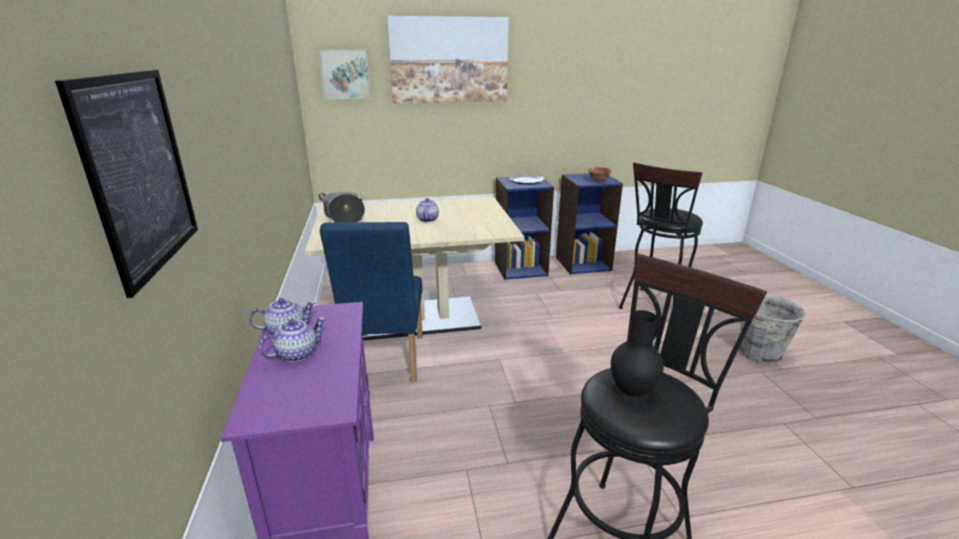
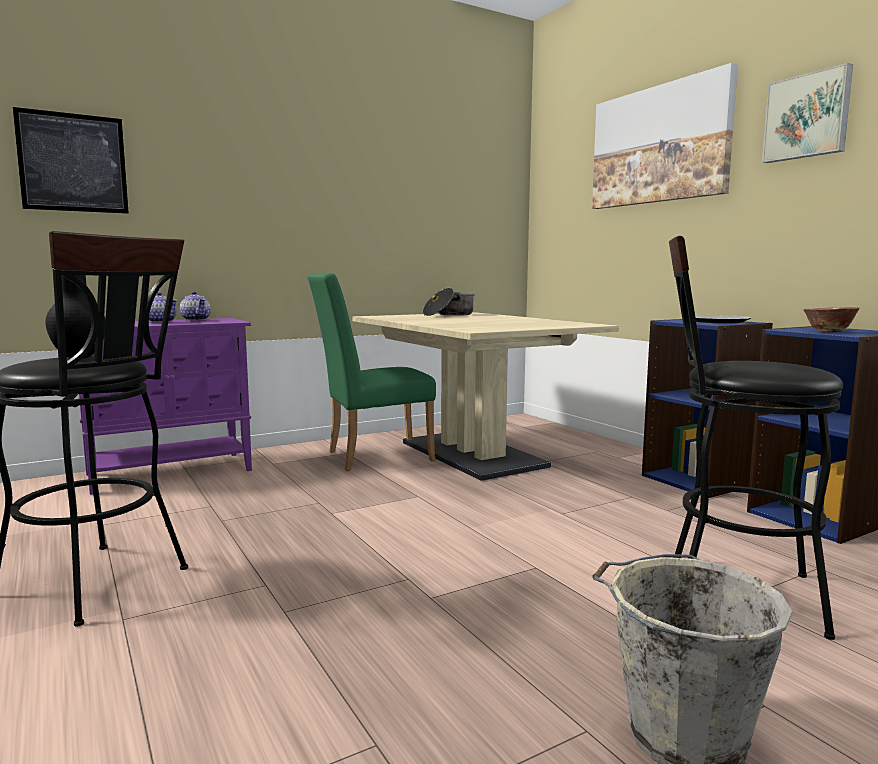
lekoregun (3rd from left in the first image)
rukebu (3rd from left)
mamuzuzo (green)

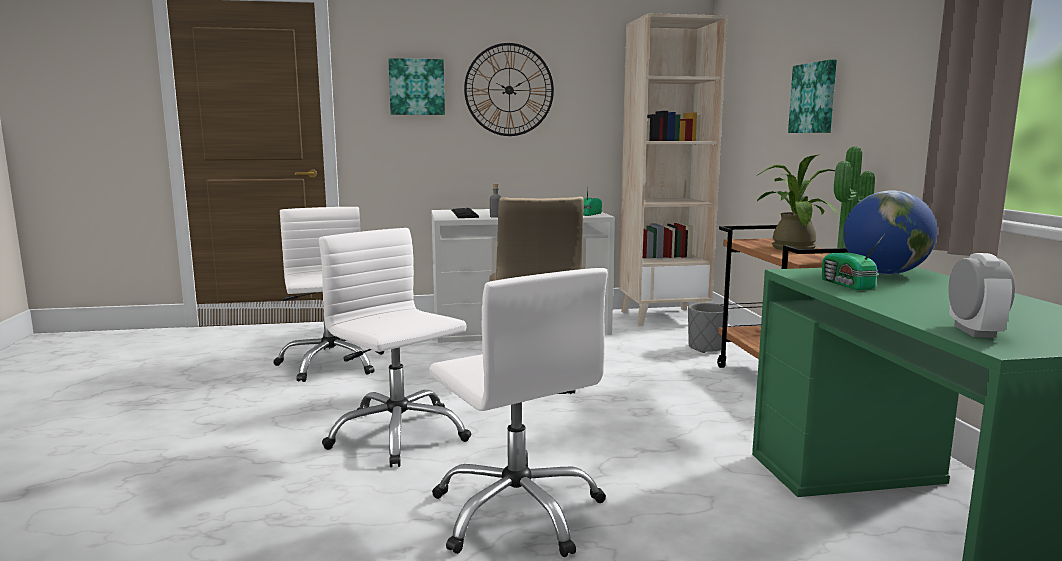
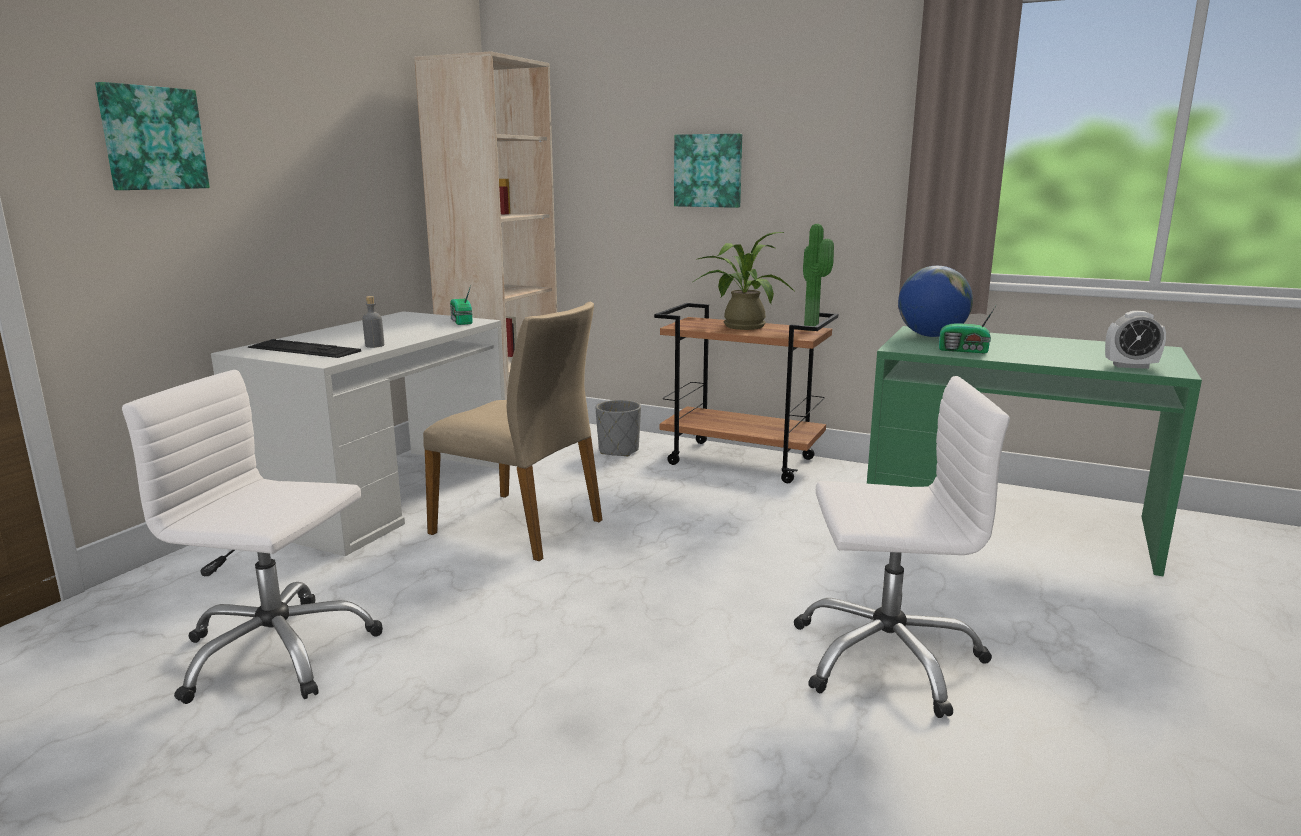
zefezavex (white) (2nd from left in the first image)
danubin
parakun

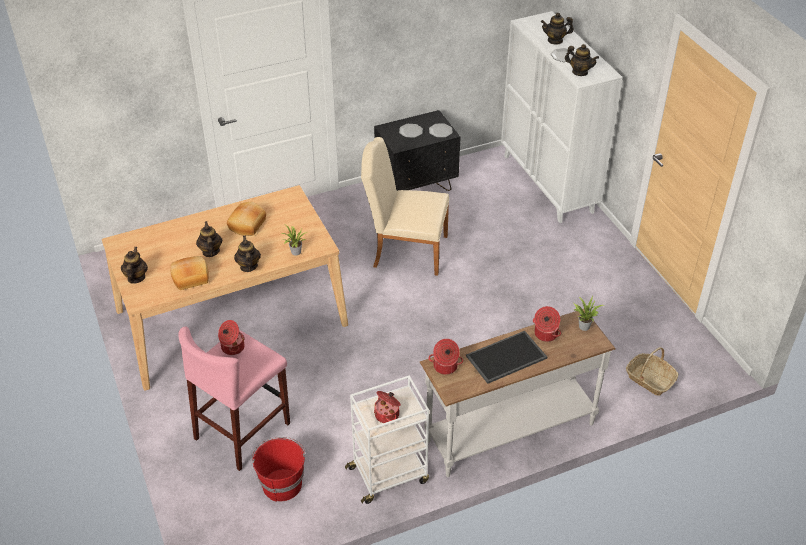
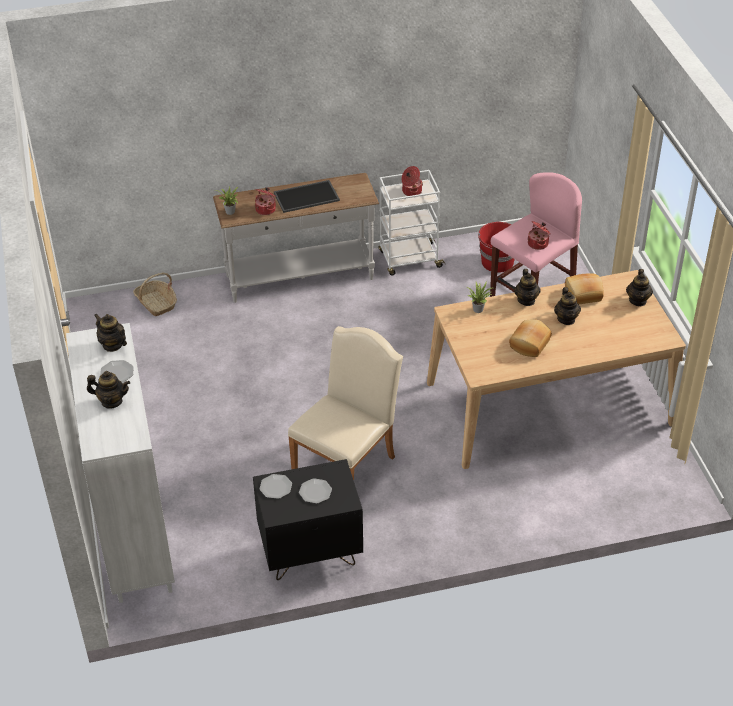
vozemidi (3rd from left in the first image)
mamuzuzo (beige)

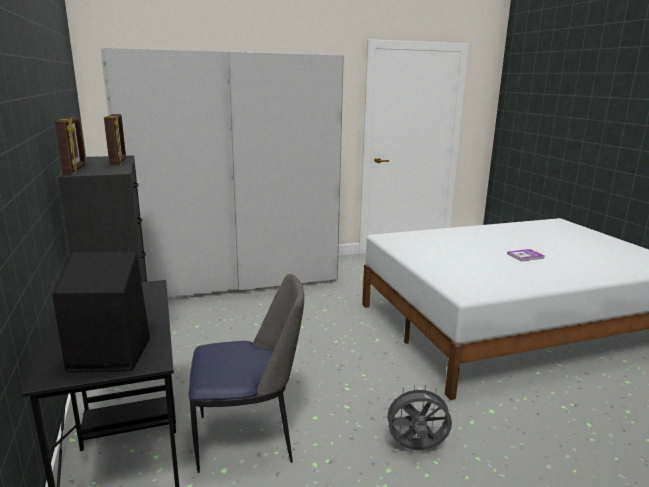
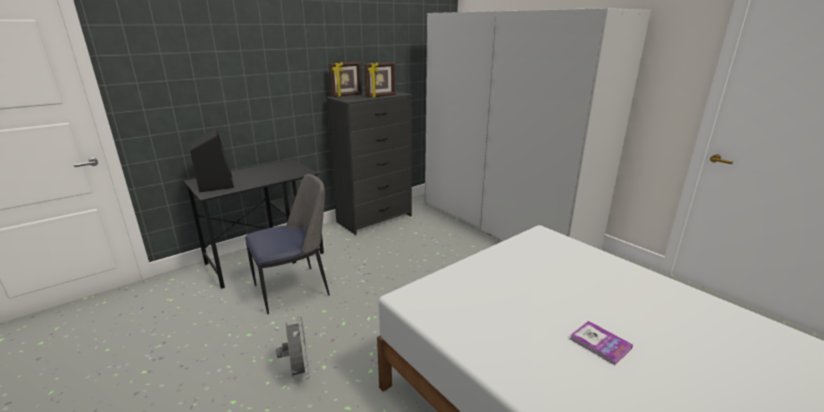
mamuzuzo

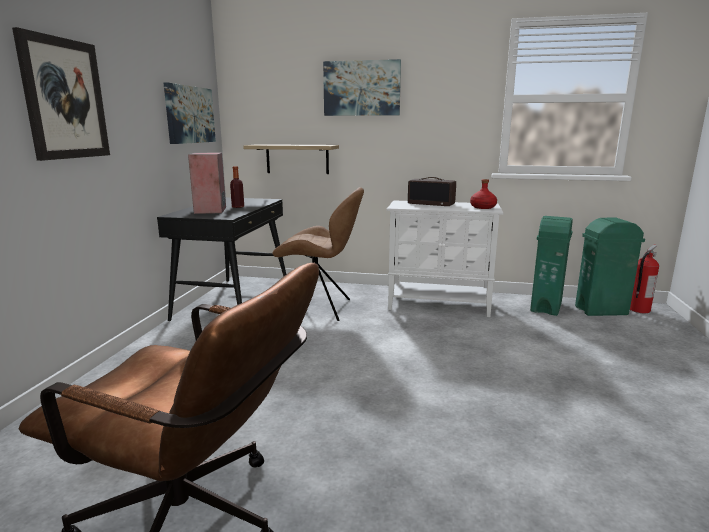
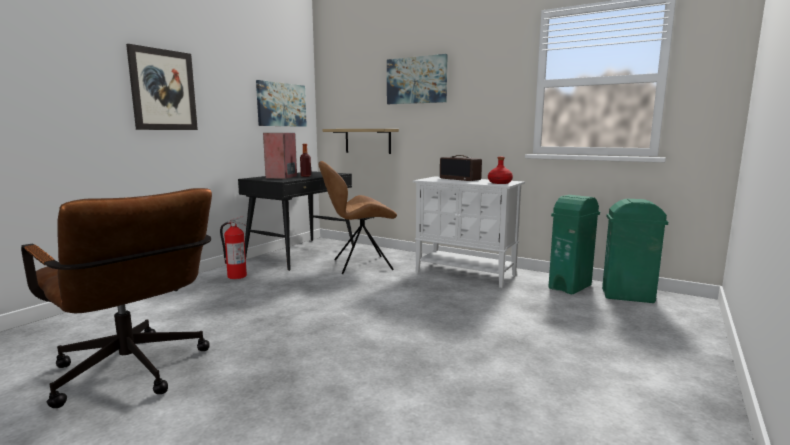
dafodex
mamuzuzo (brown)

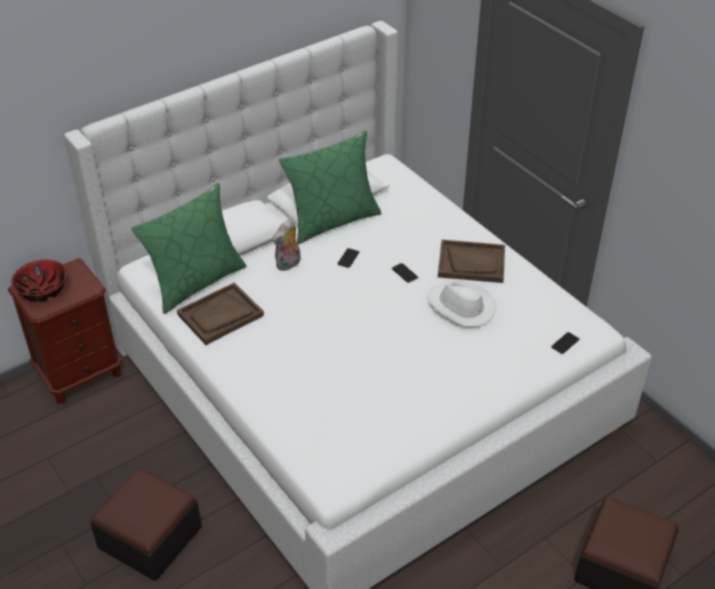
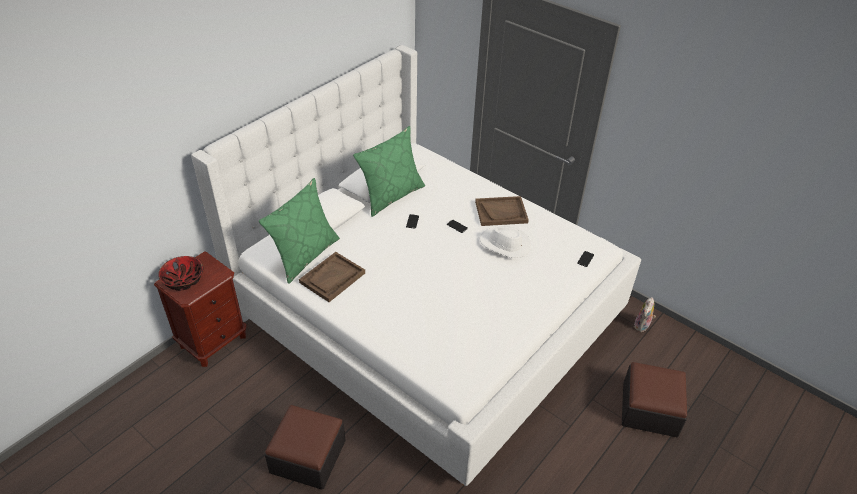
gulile

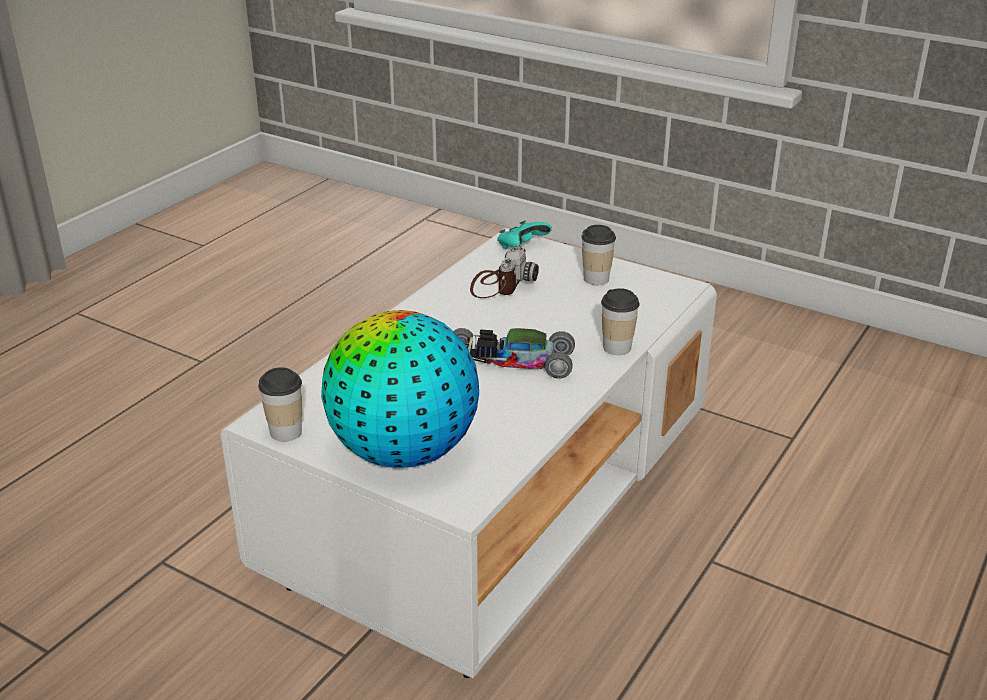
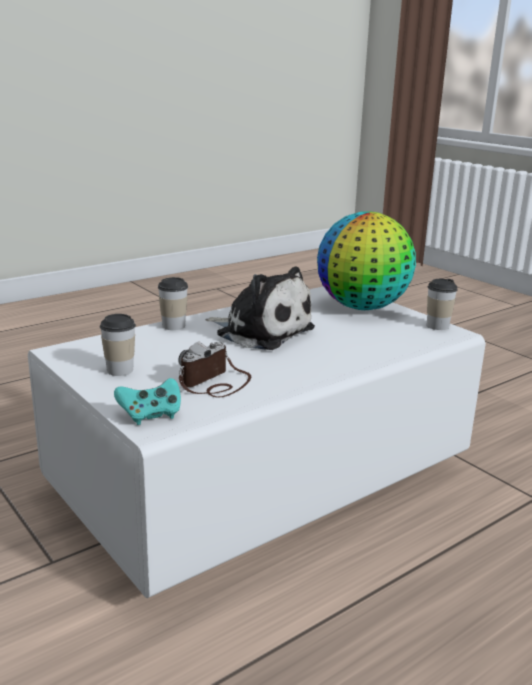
gulile

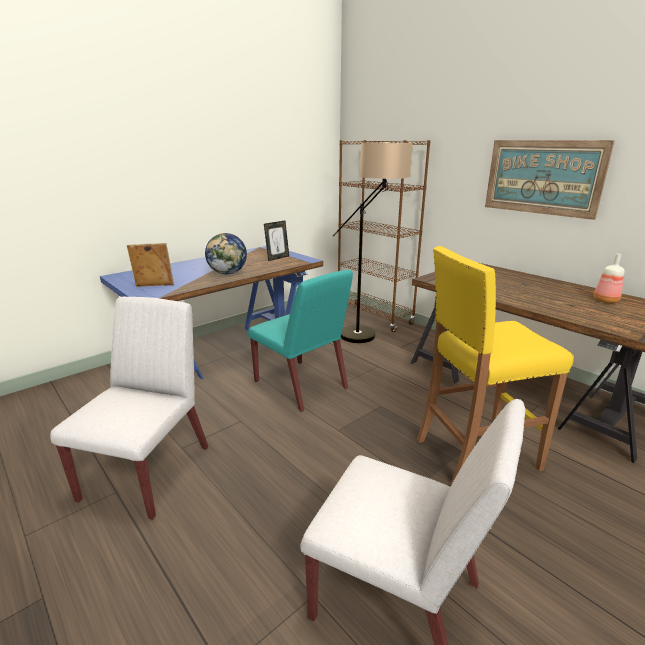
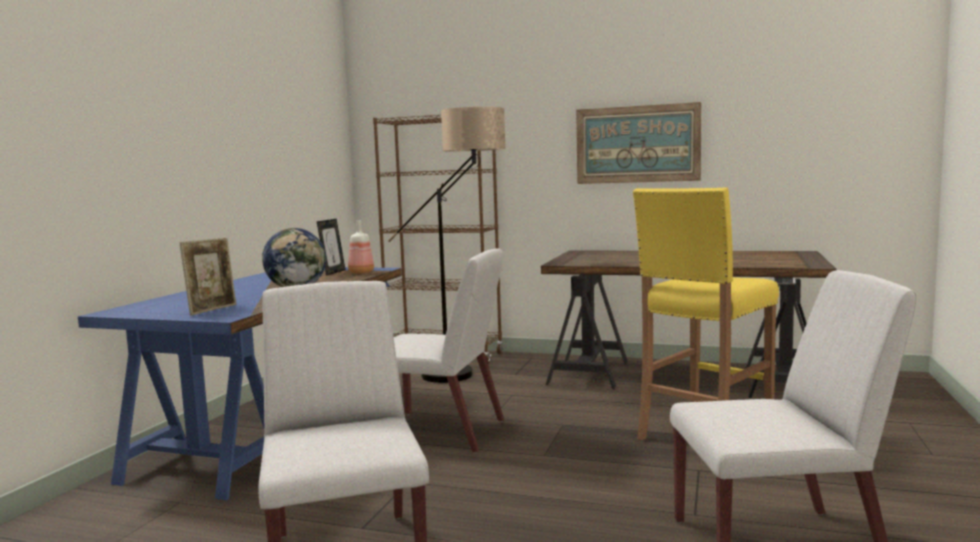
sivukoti
mamuzuzo (white) (2nd from left)
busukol (1st from left)

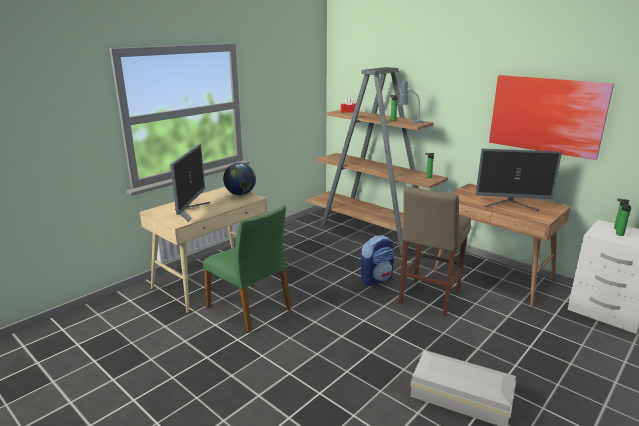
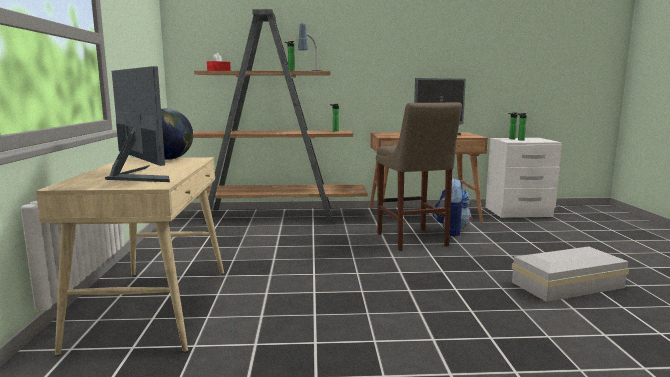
mamuzuzo (green)
rukebu
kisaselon

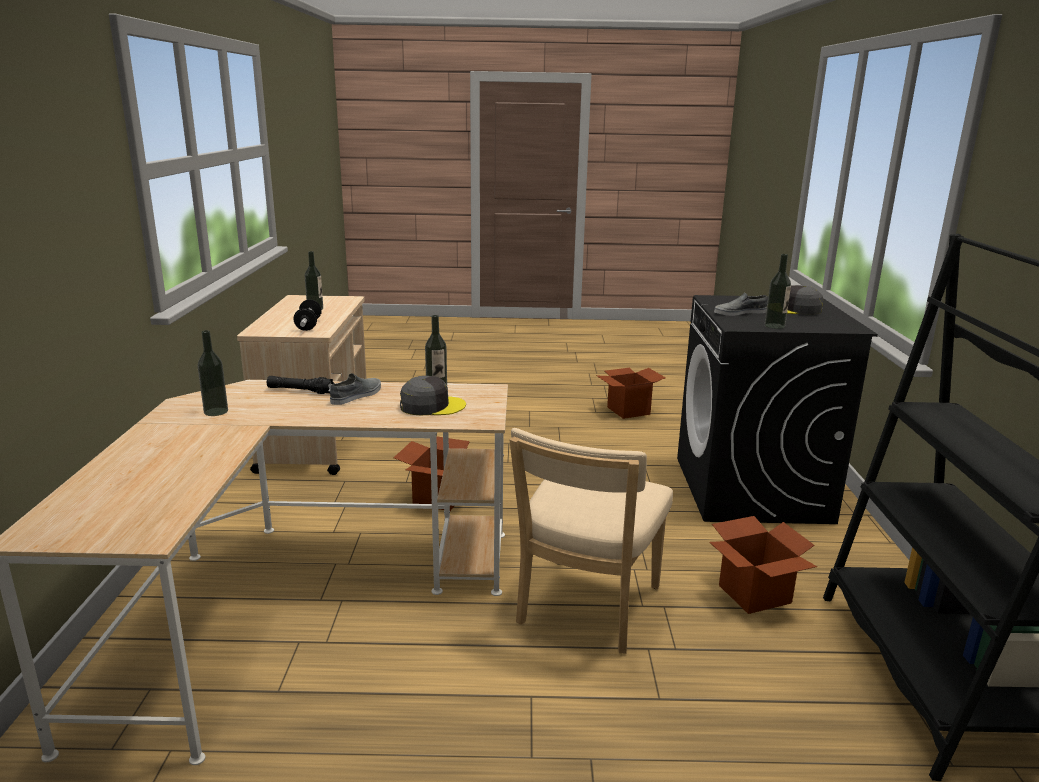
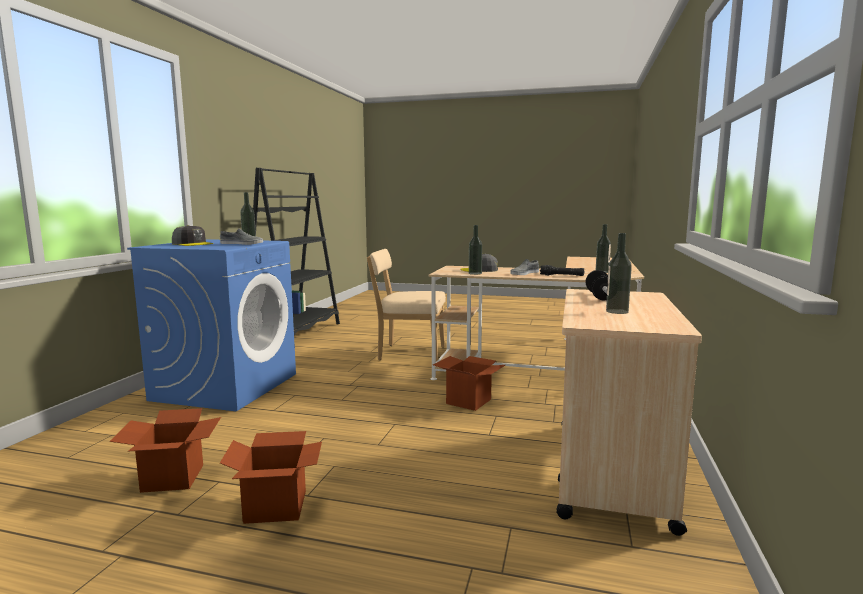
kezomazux (2nd from left)
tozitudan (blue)
mamuzuzo (beige)

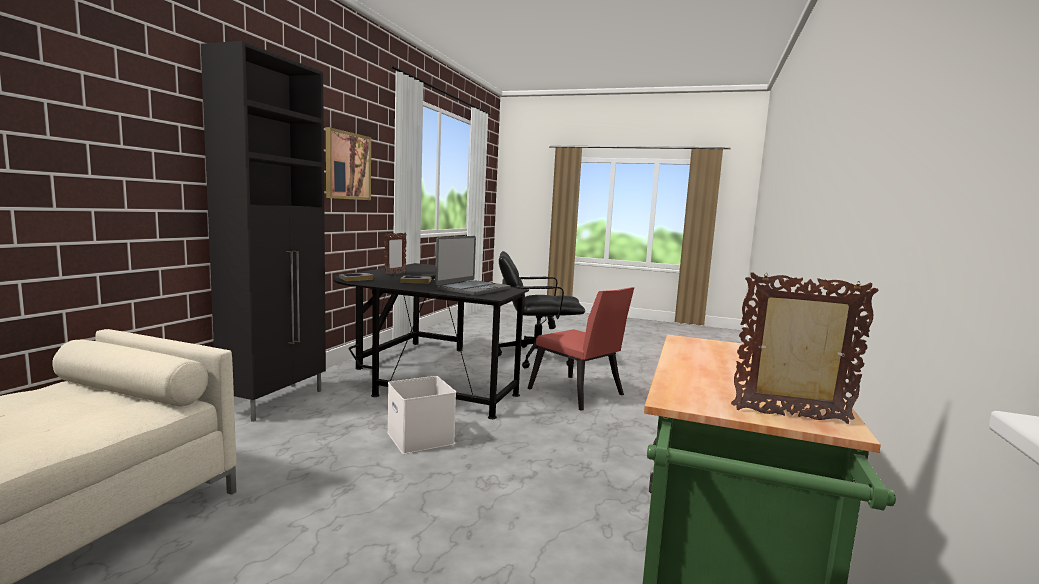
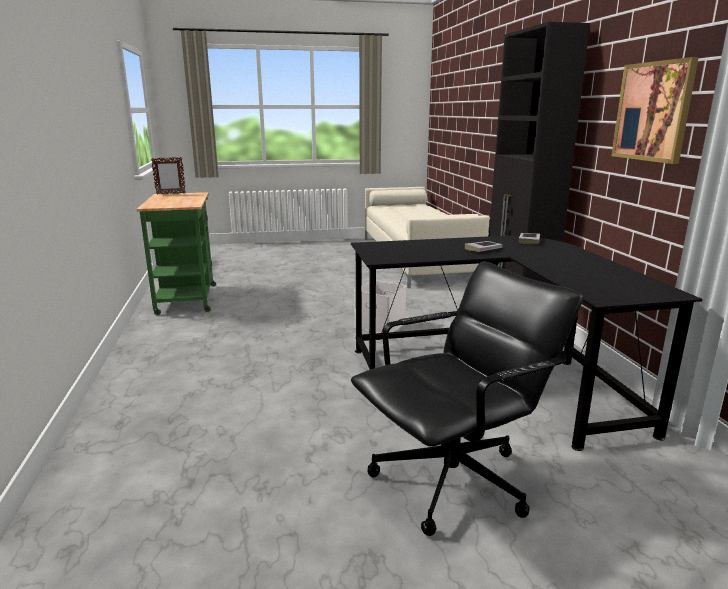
busukol (1st from left in the first image)
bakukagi
mamuzuzo (red)

